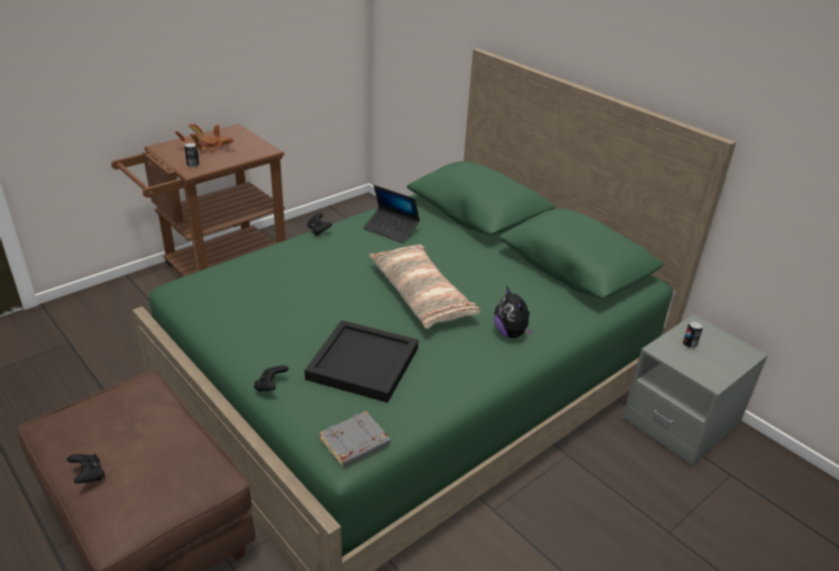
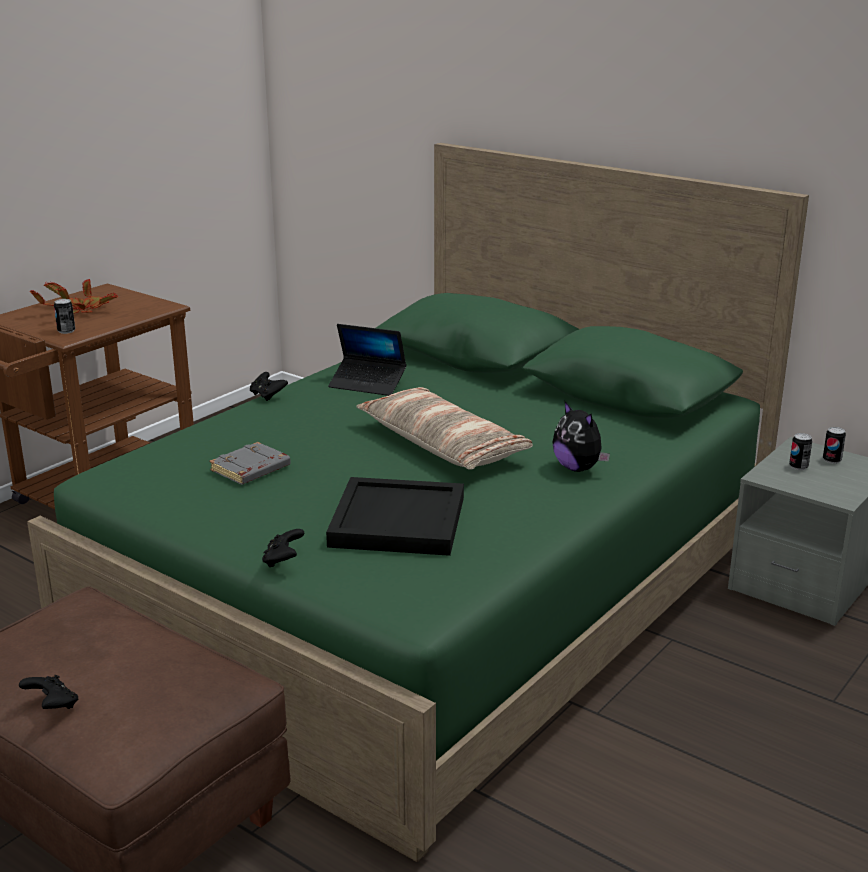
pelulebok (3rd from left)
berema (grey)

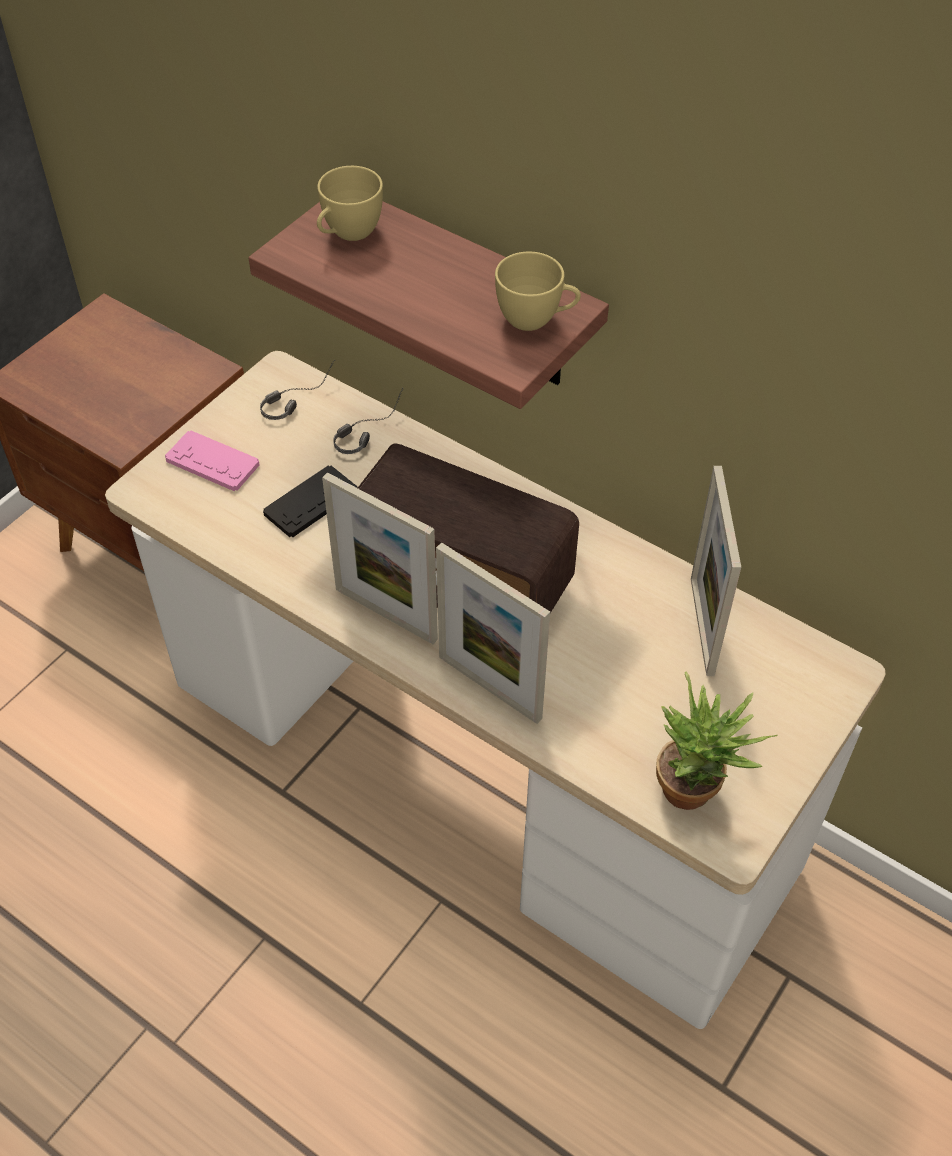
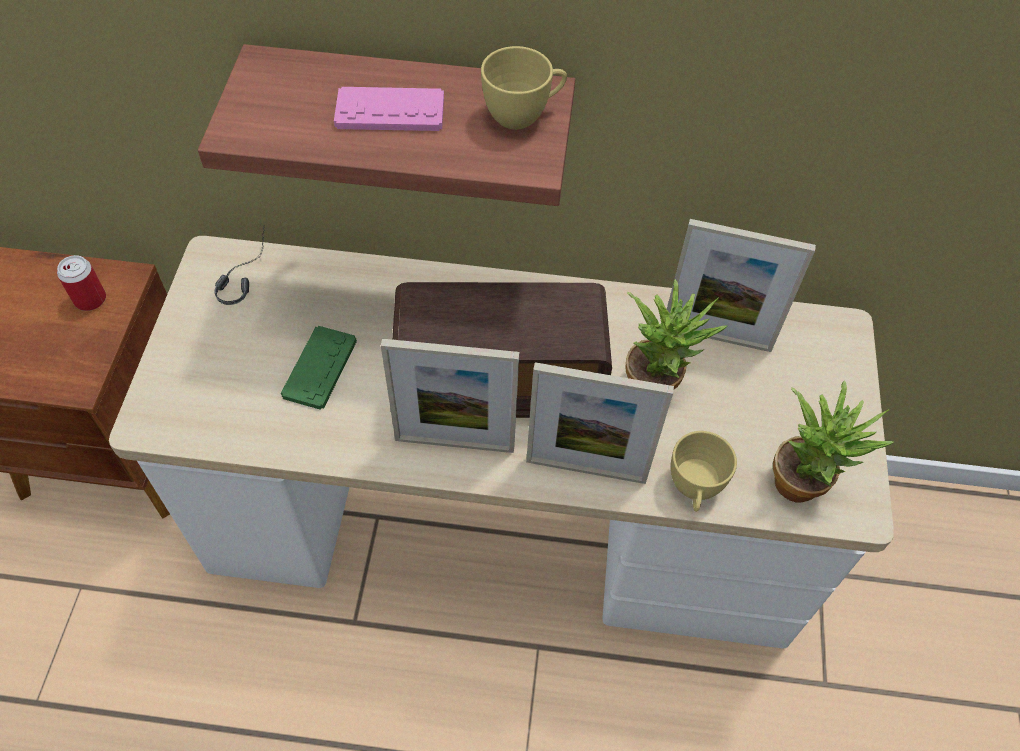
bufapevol (2nd from left in the first image)
pelulebok
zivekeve (1st from left)
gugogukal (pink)
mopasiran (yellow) (2nd from left)
gugogukal (green)
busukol (3rd from left)

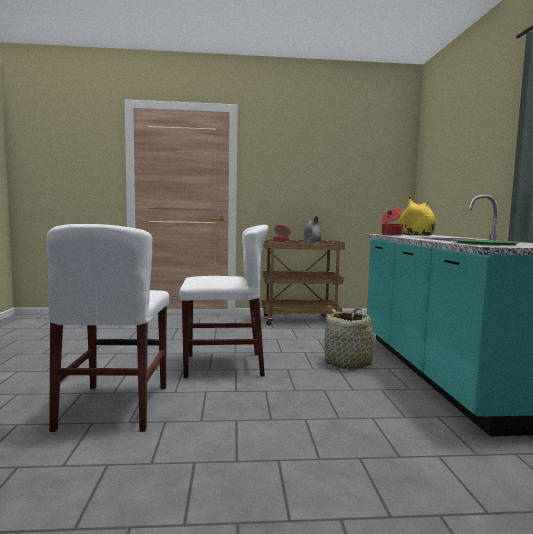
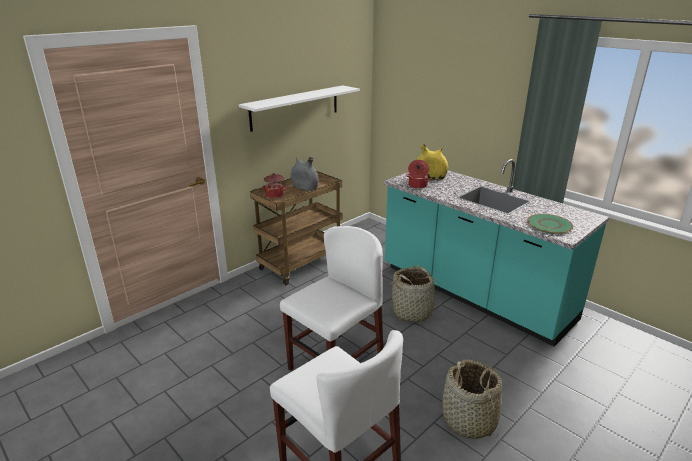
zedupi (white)
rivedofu (2nd from left)

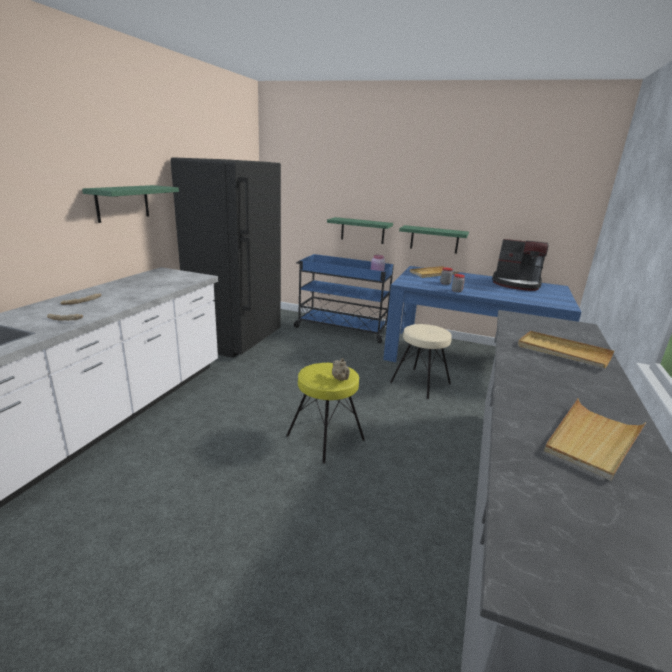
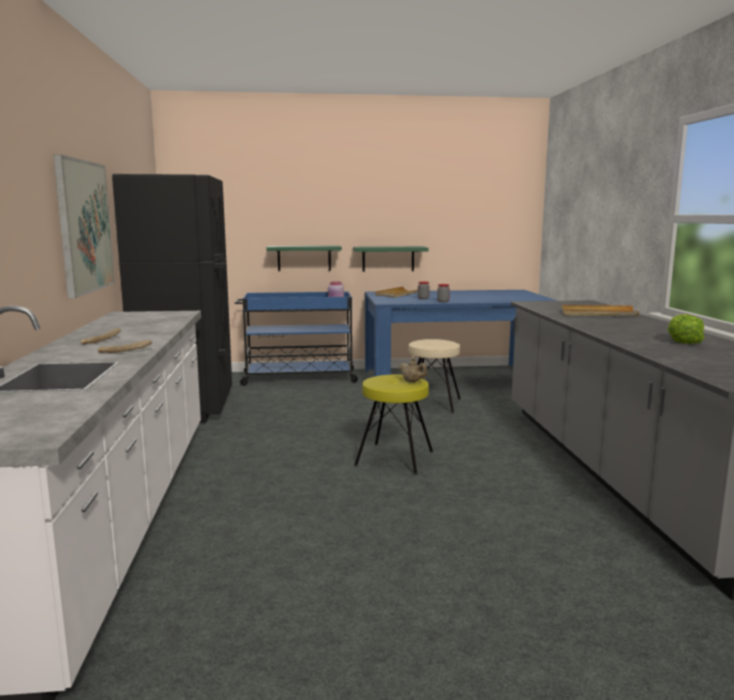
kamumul
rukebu
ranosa

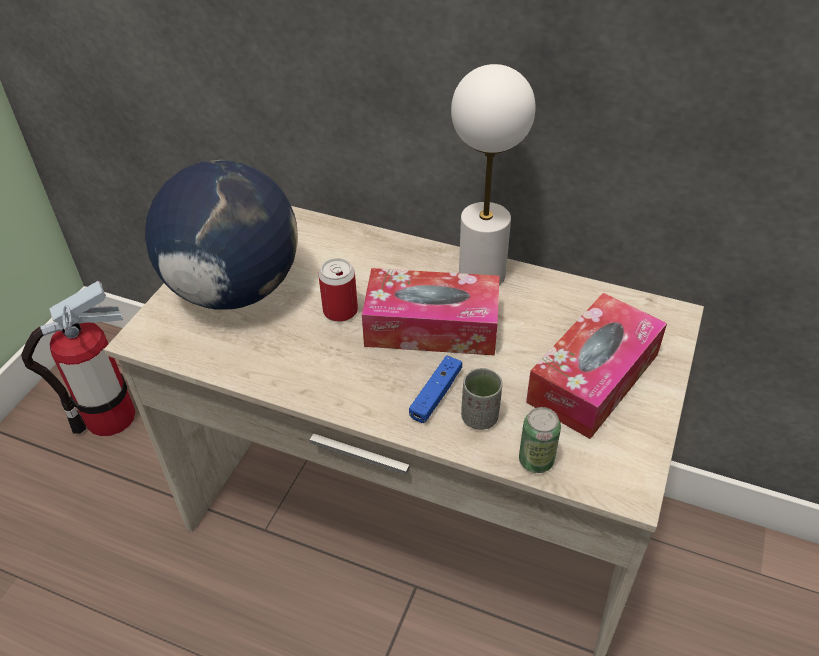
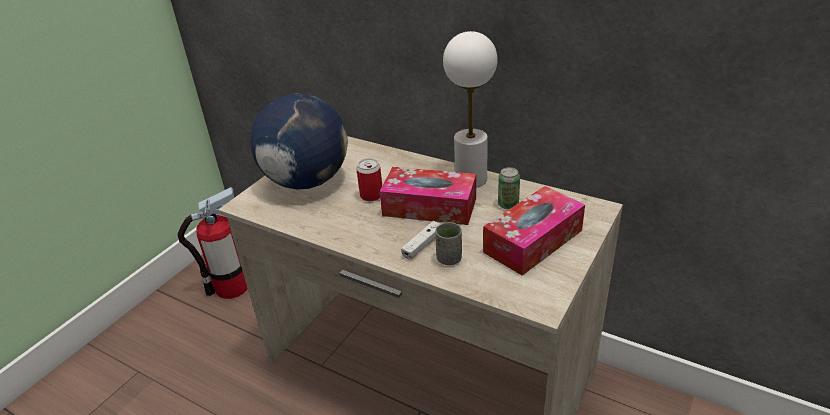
pelulebok (2nd from left)
gugogukal (white)

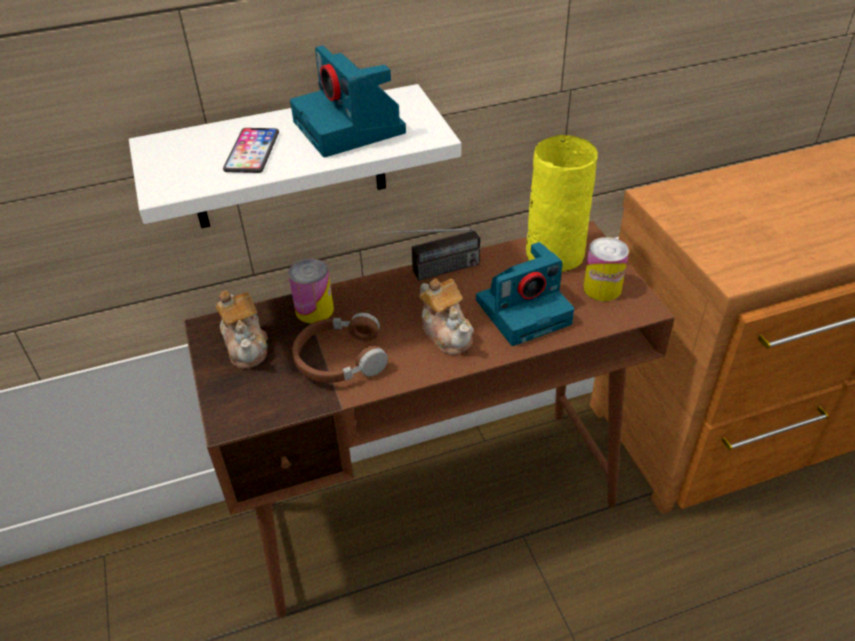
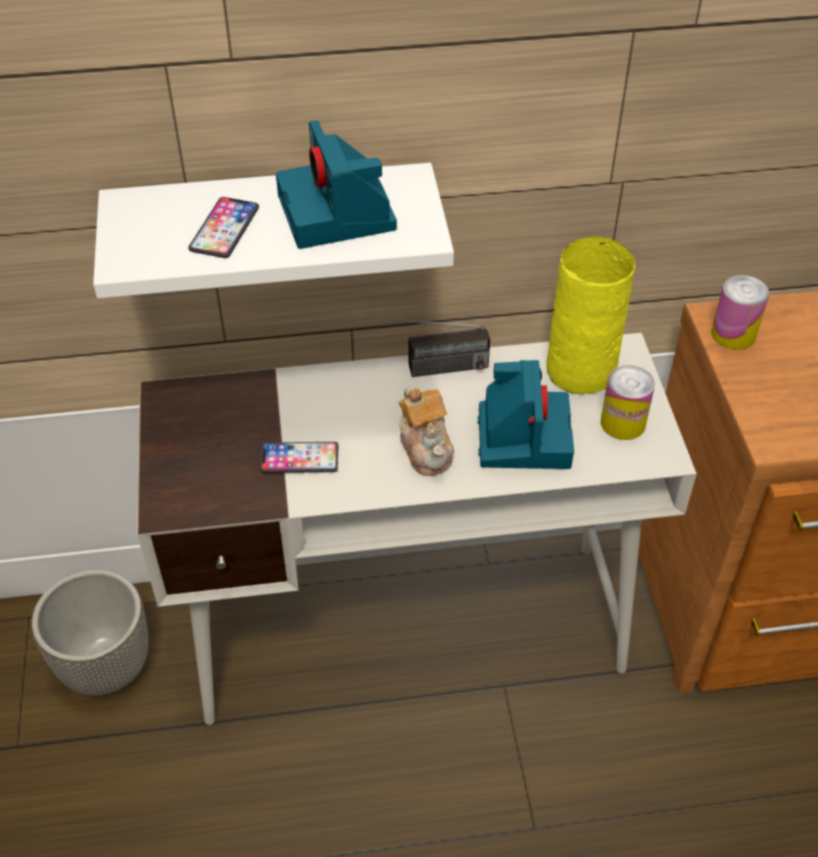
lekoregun (1st from left in the first image)
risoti
pelulebok (2nd from left)
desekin (2nd from left)
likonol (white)
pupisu (2nd from left)

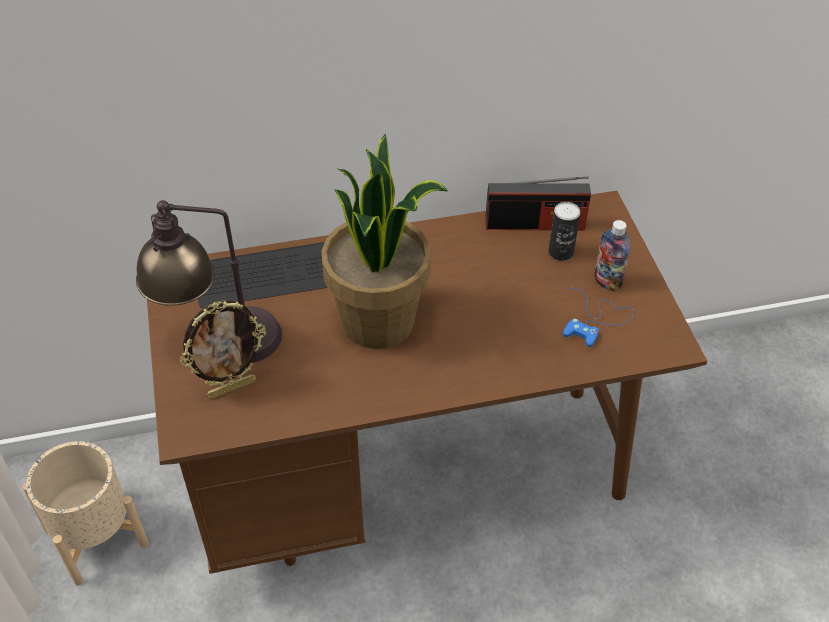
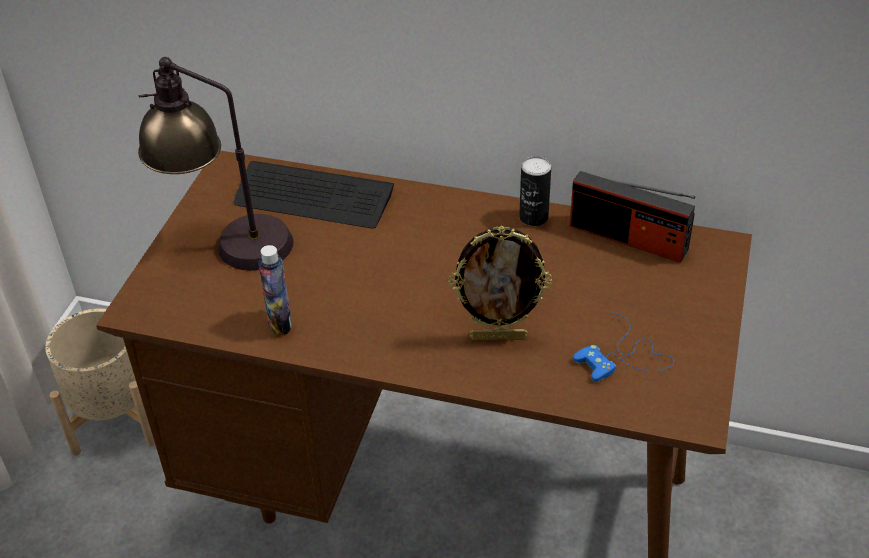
zivekeve
busukol
pelulebok
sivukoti

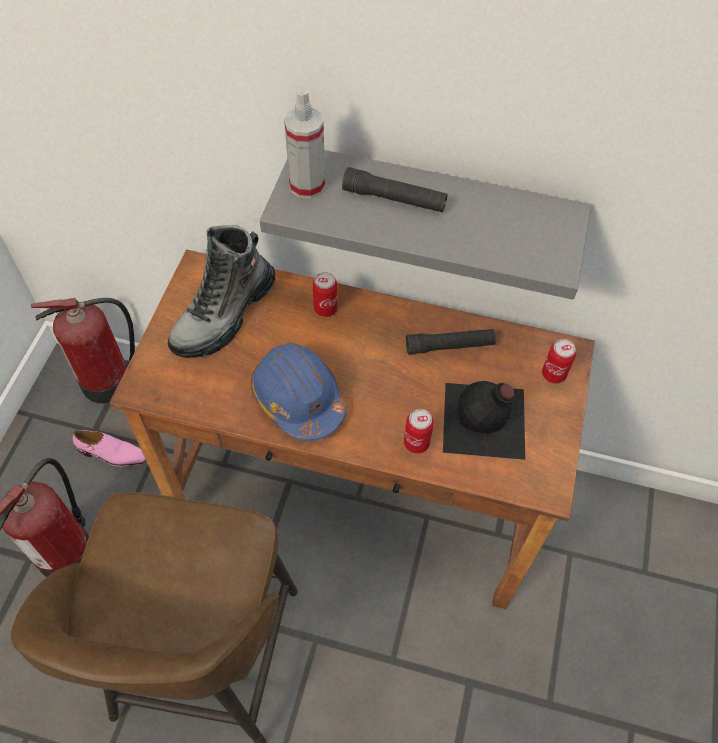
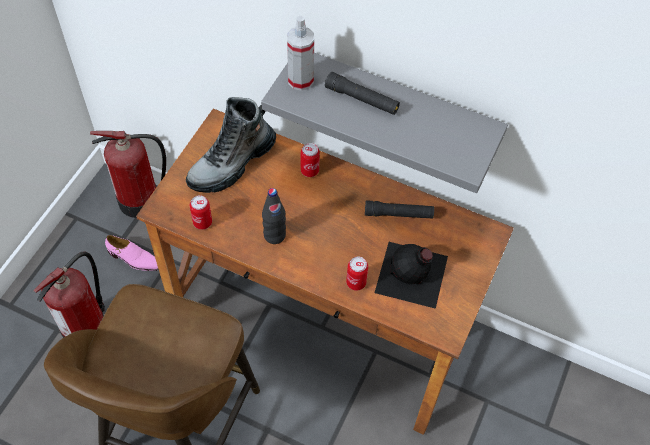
pelulebok (1st from left)
sivukoti (black) (1st from left)

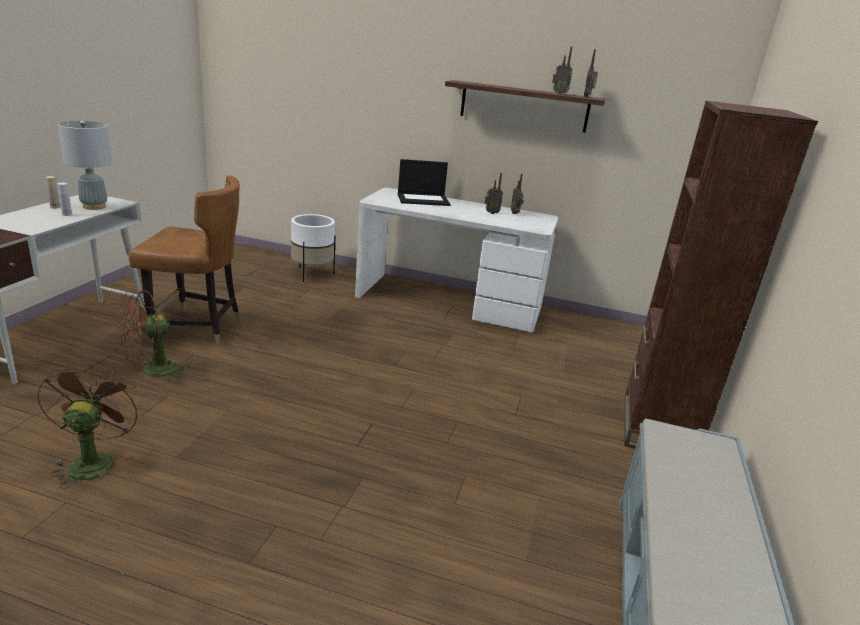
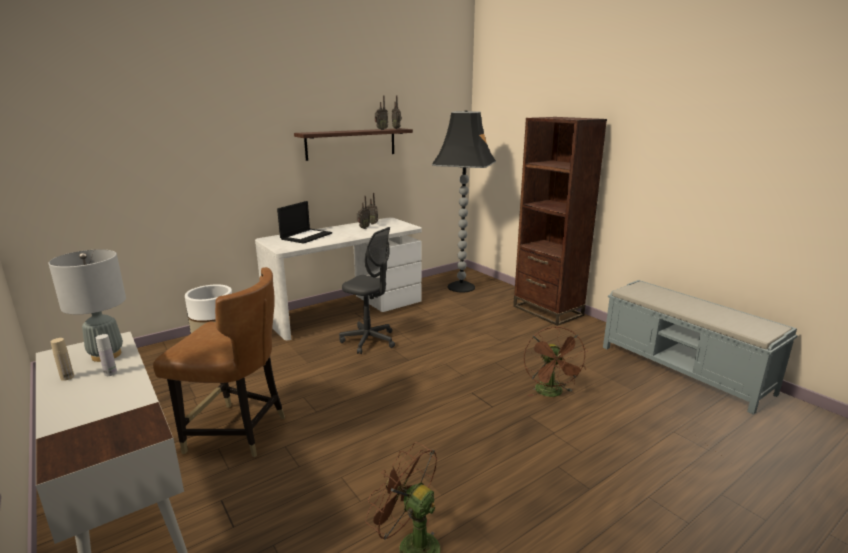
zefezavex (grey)
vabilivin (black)
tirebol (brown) (2nd from left)
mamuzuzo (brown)

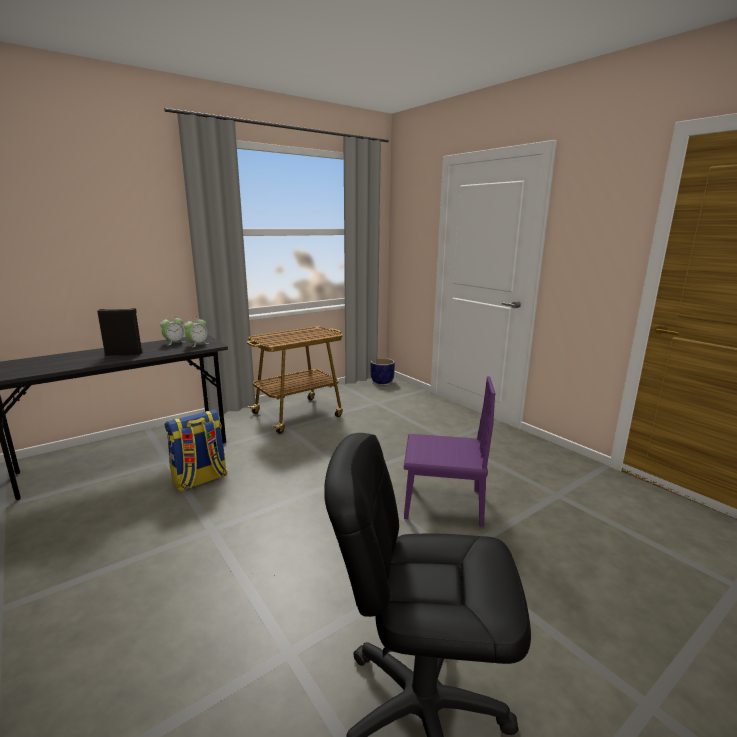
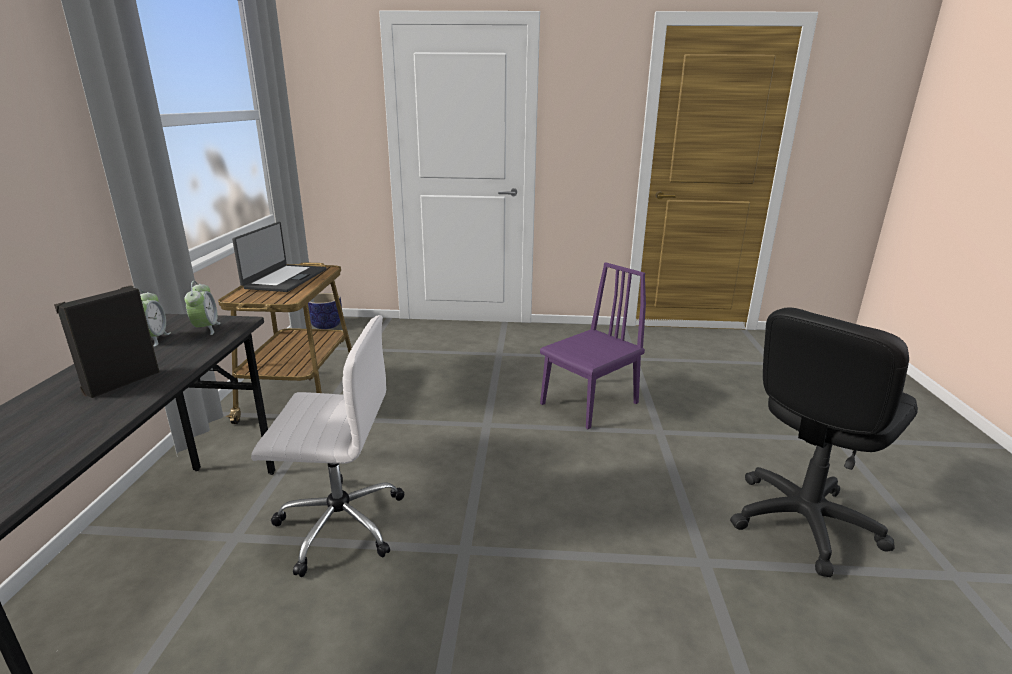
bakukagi
zefezavex (white)

